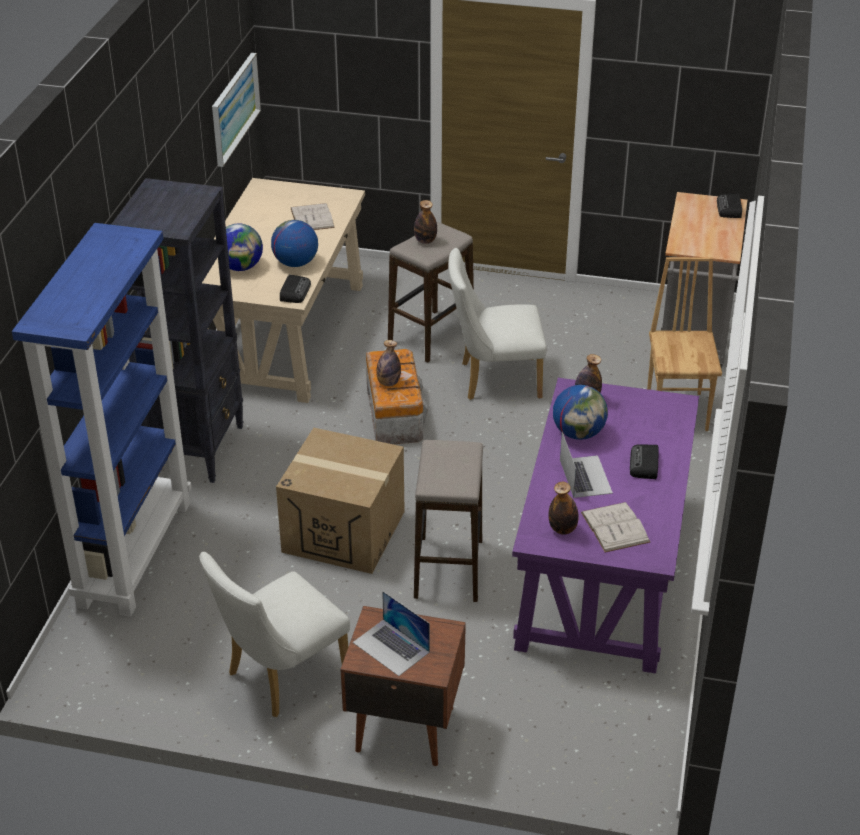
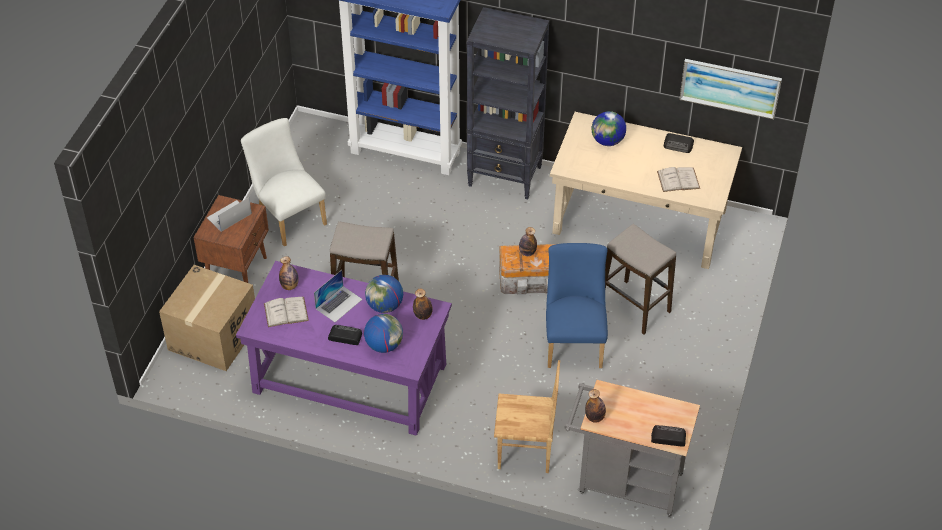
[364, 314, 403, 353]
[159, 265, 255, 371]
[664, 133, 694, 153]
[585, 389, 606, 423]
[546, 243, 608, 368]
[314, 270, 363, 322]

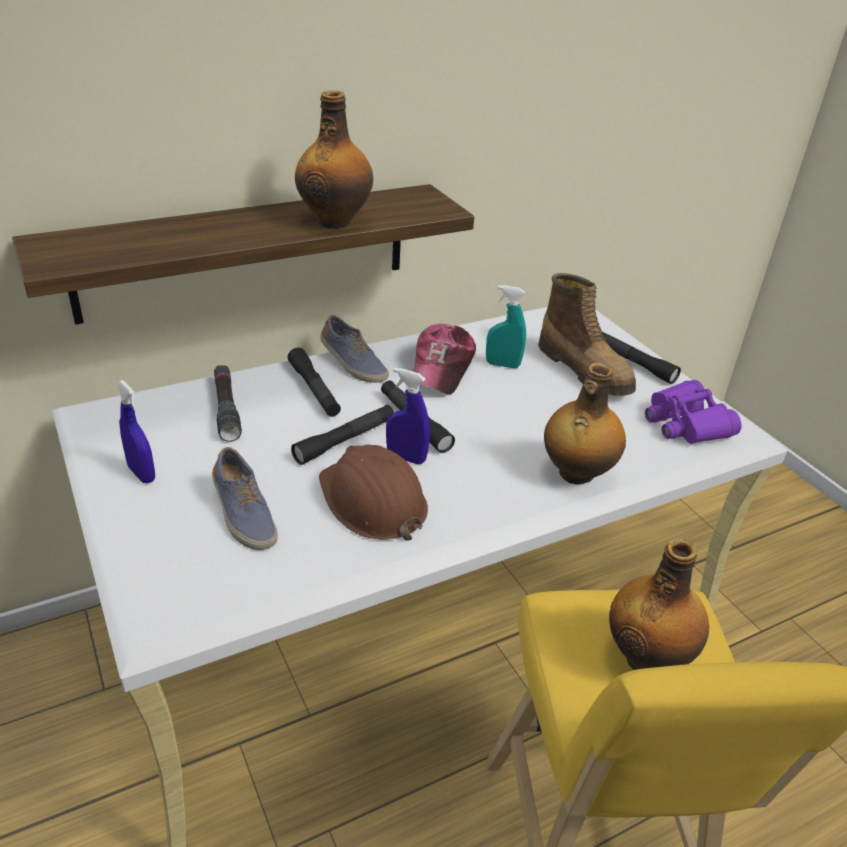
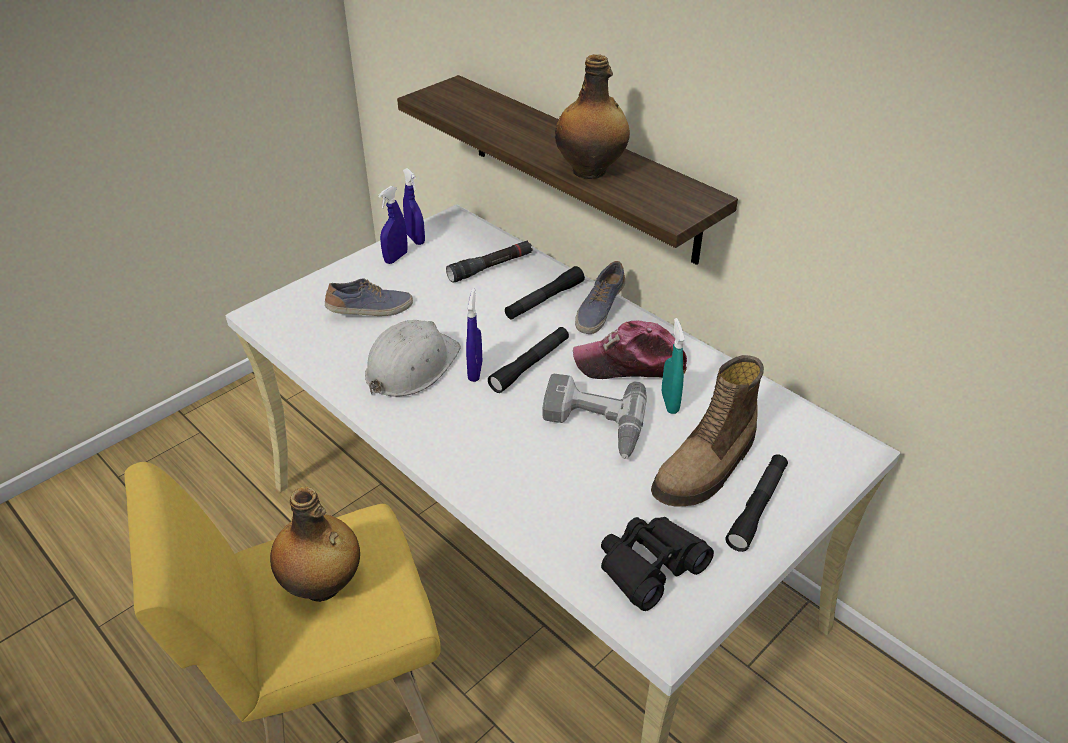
[291, 405, 394, 465] (first image)
[544, 363, 626, 484] (first image)
[403, 168, 425, 245]
[543, 374, 647, 459]
[365, 320, 461, 397]
[601, 517, 714, 611]
[325, 278, 413, 316]

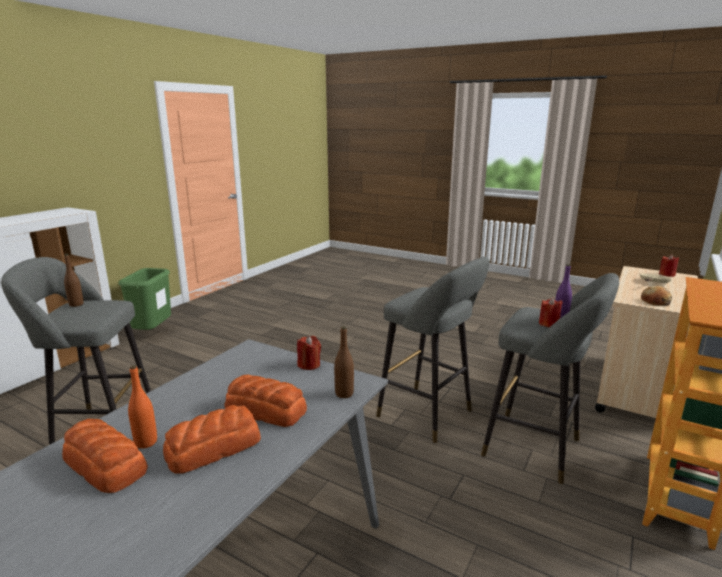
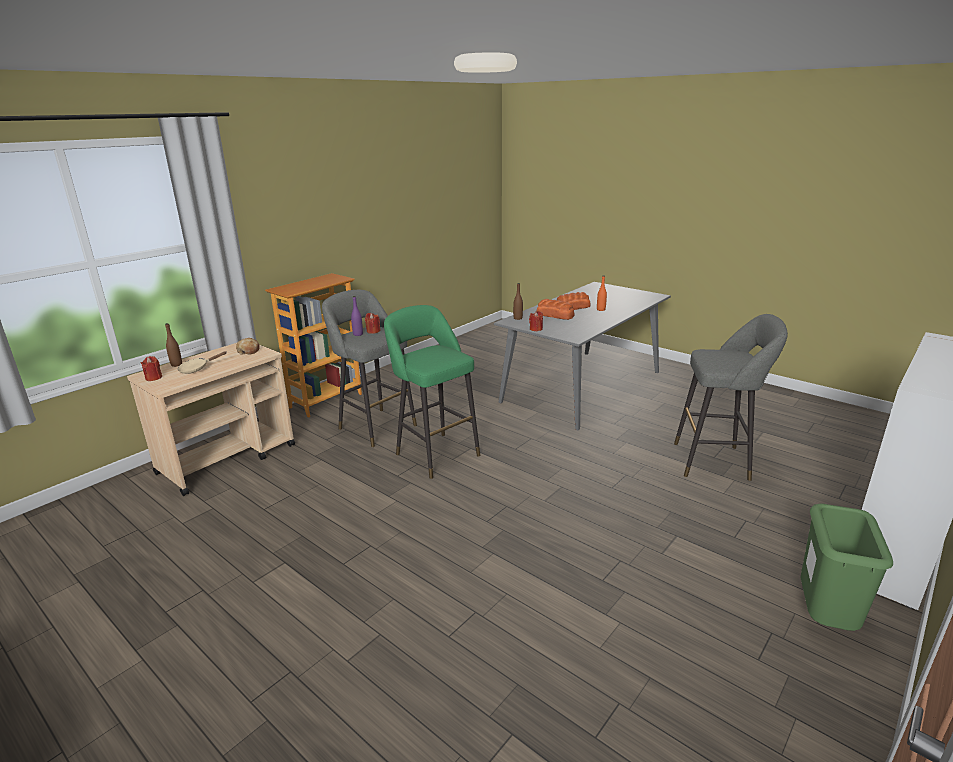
[62, 419, 148, 493] (first image)
[165, 323, 182, 367]
[384, 305, 481, 479]

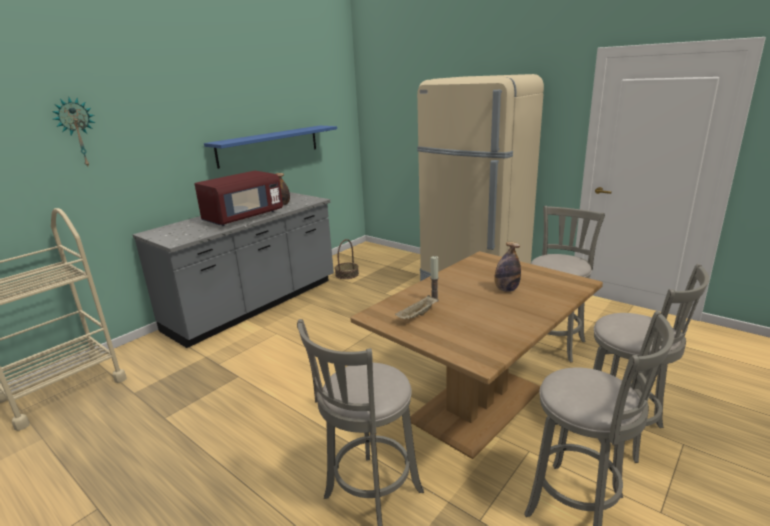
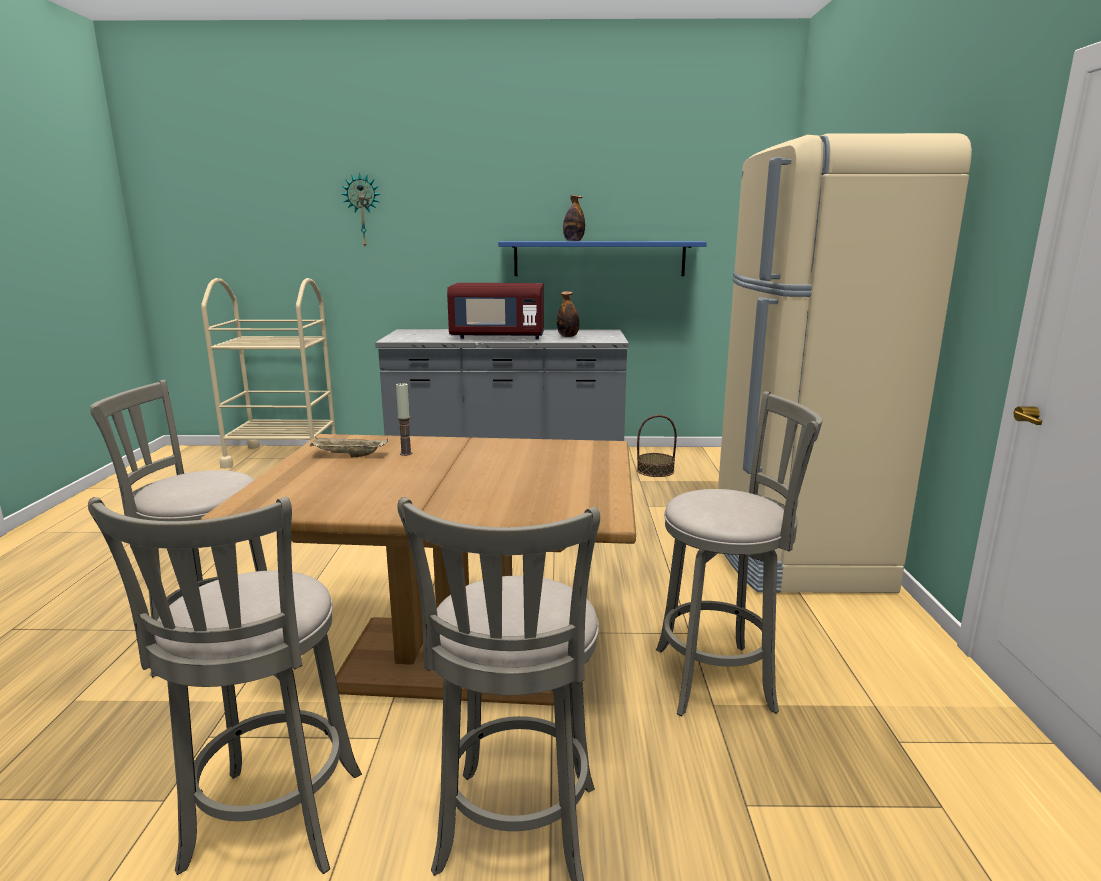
[563, 195, 585, 241]

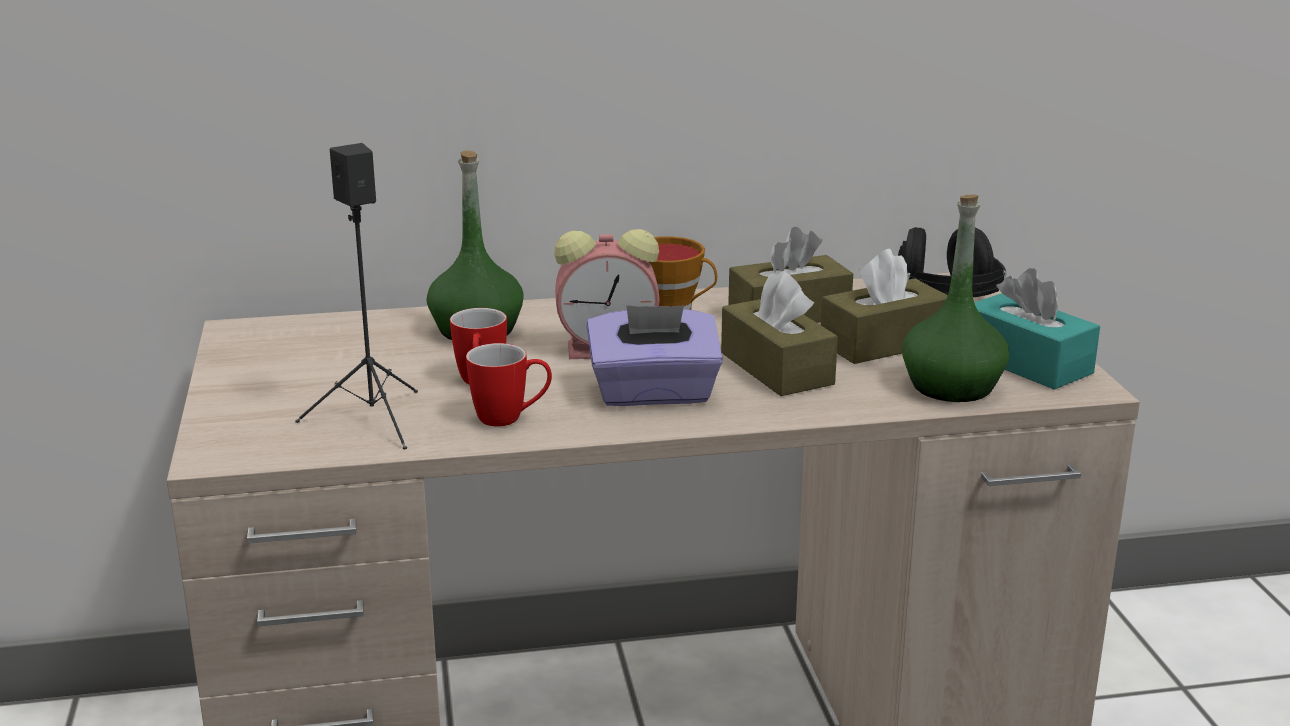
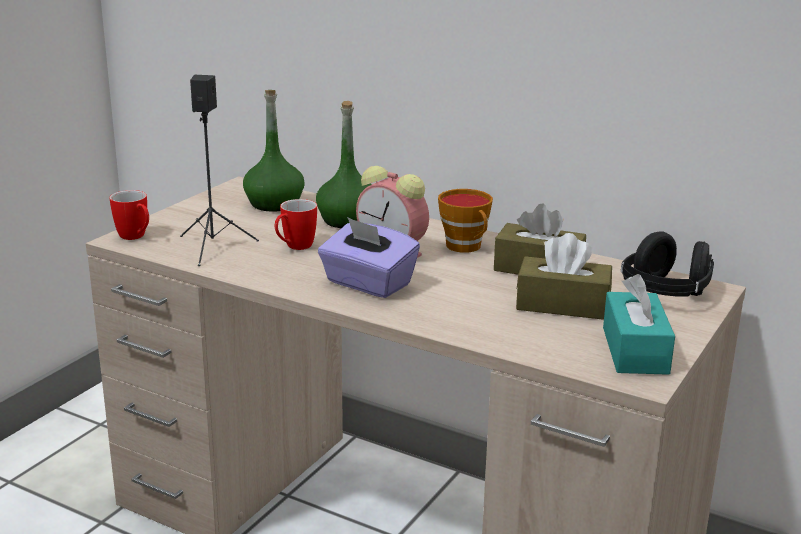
[721, 272, 838, 396] (first image)
[109, 190, 149, 240]
[243, 90, 305, 212]

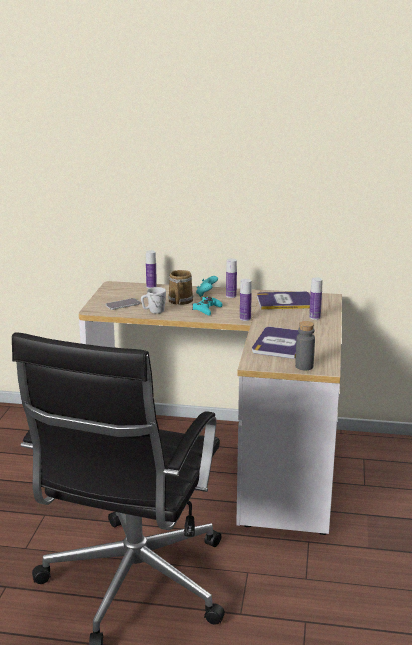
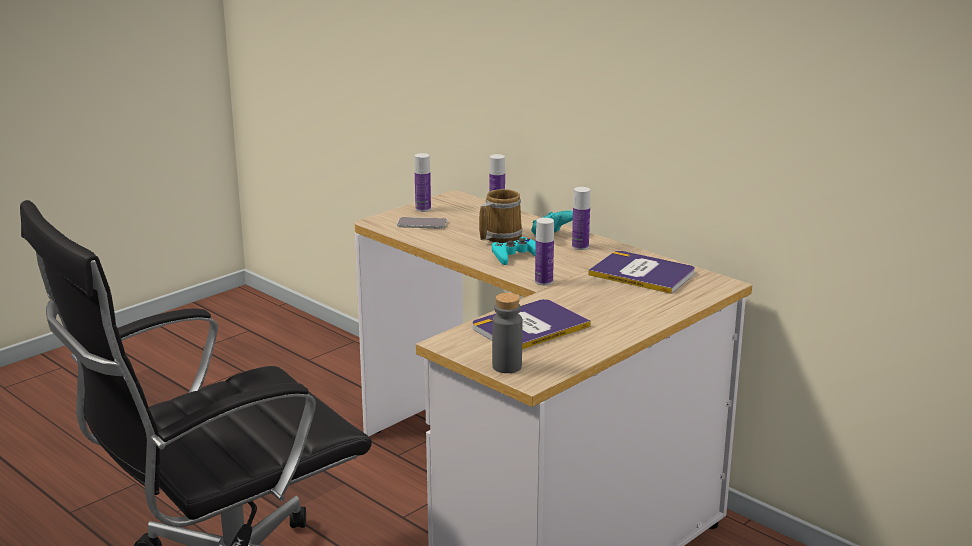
[141, 287, 166, 314] (first image)
[415, 153, 431, 212]

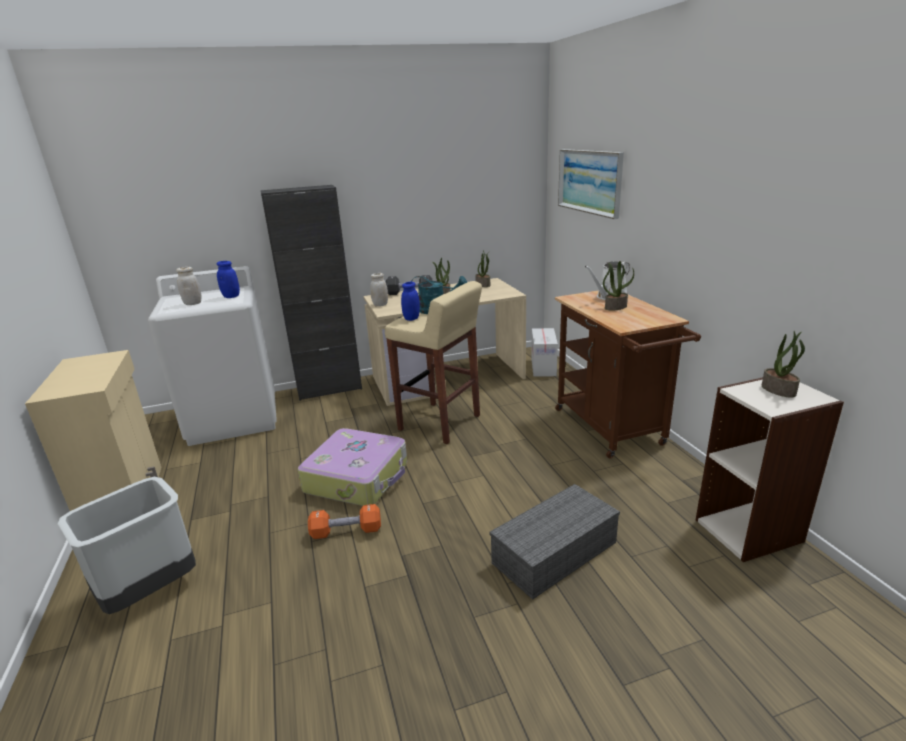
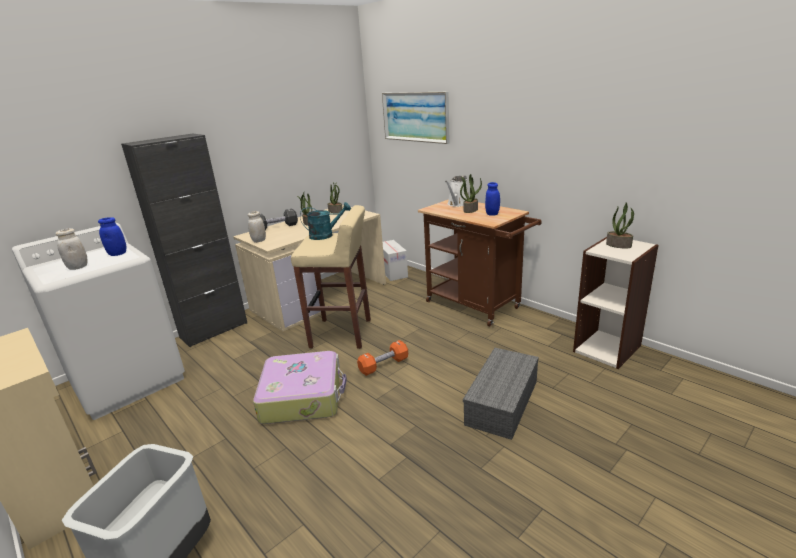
[357, 340, 408, 376]
[485, 182, 500, 216]

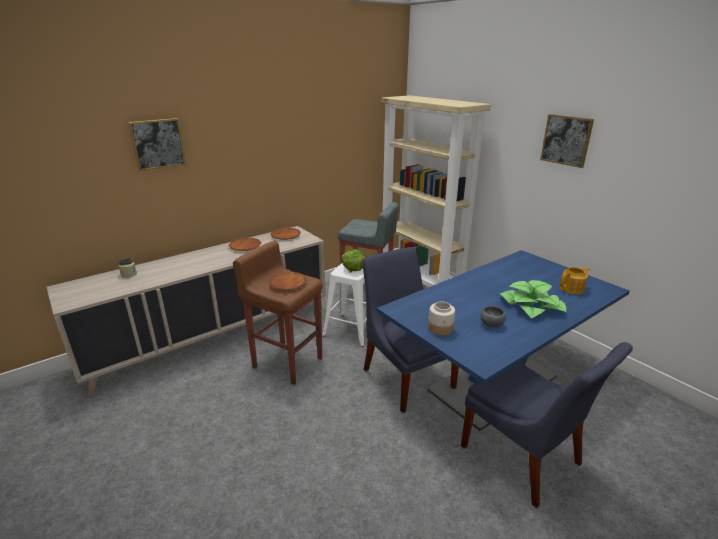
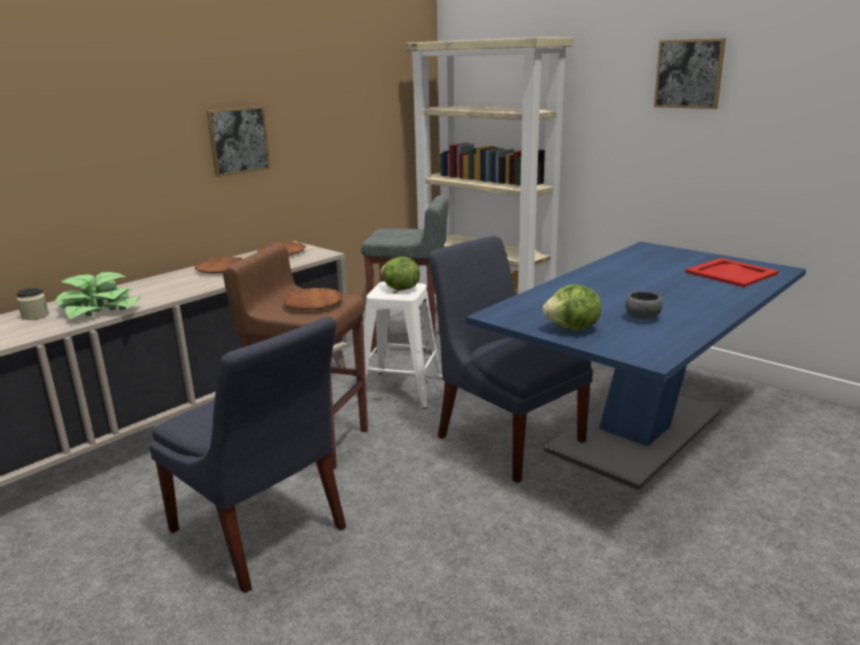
[206, 106, 271, 177]
[149, 317, 346, 593]
[55, 272, 140, 320]
[543, 285, 601, 331]
[685, 258, 779, 287]

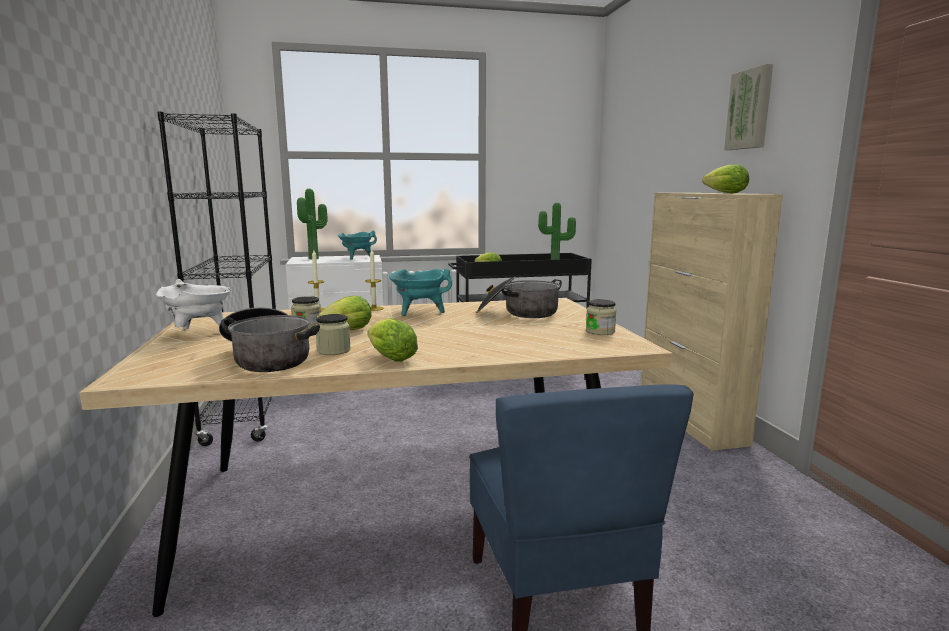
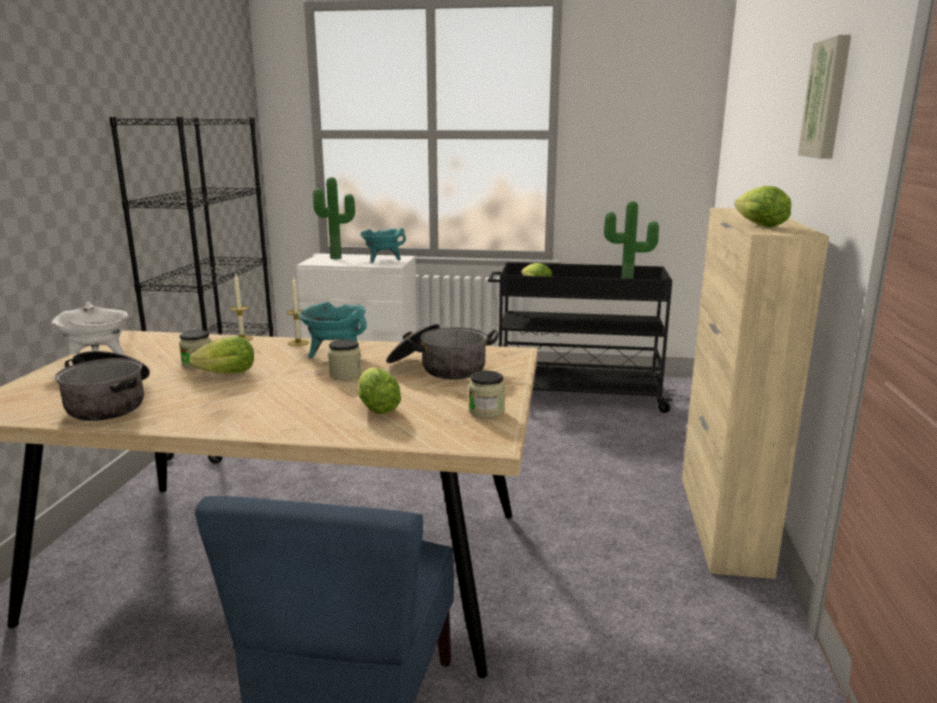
[328, 339, 361, 380]
[358, 367, 401, 414]

